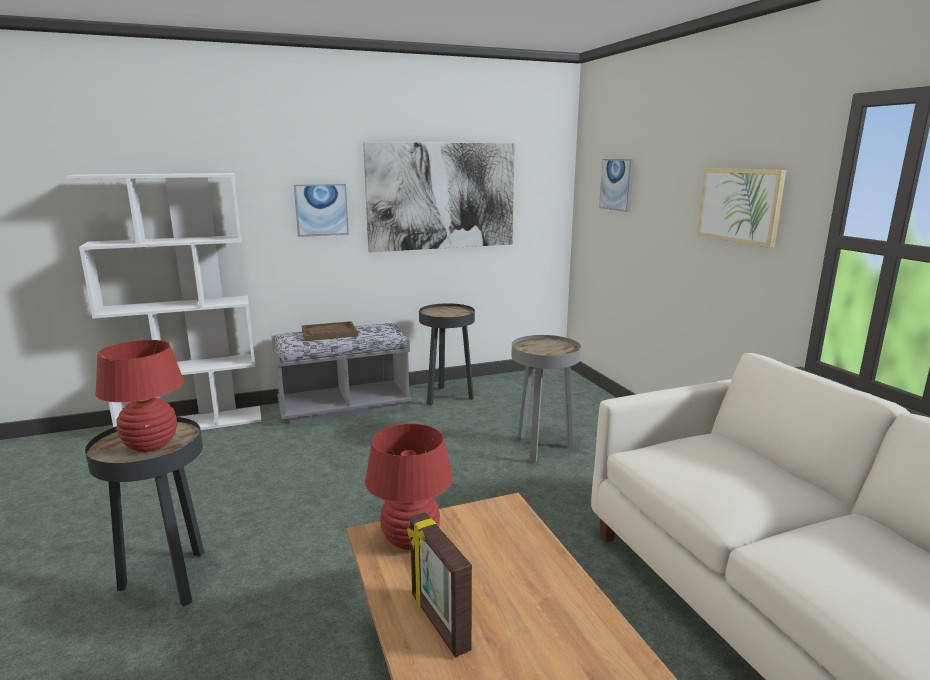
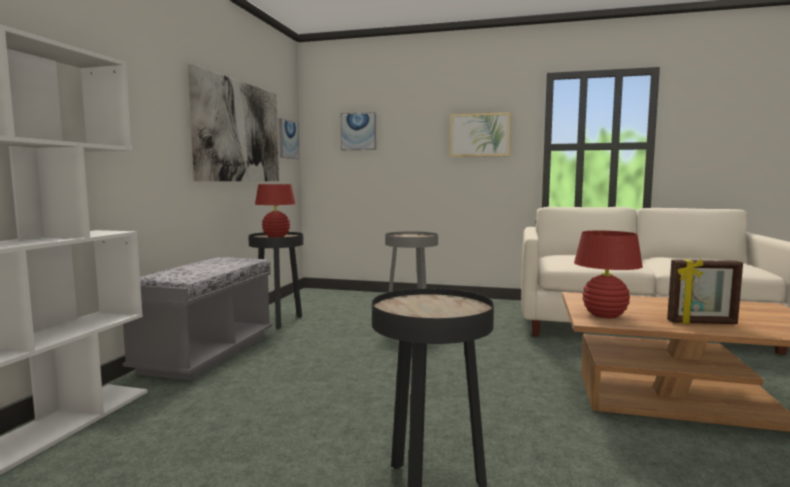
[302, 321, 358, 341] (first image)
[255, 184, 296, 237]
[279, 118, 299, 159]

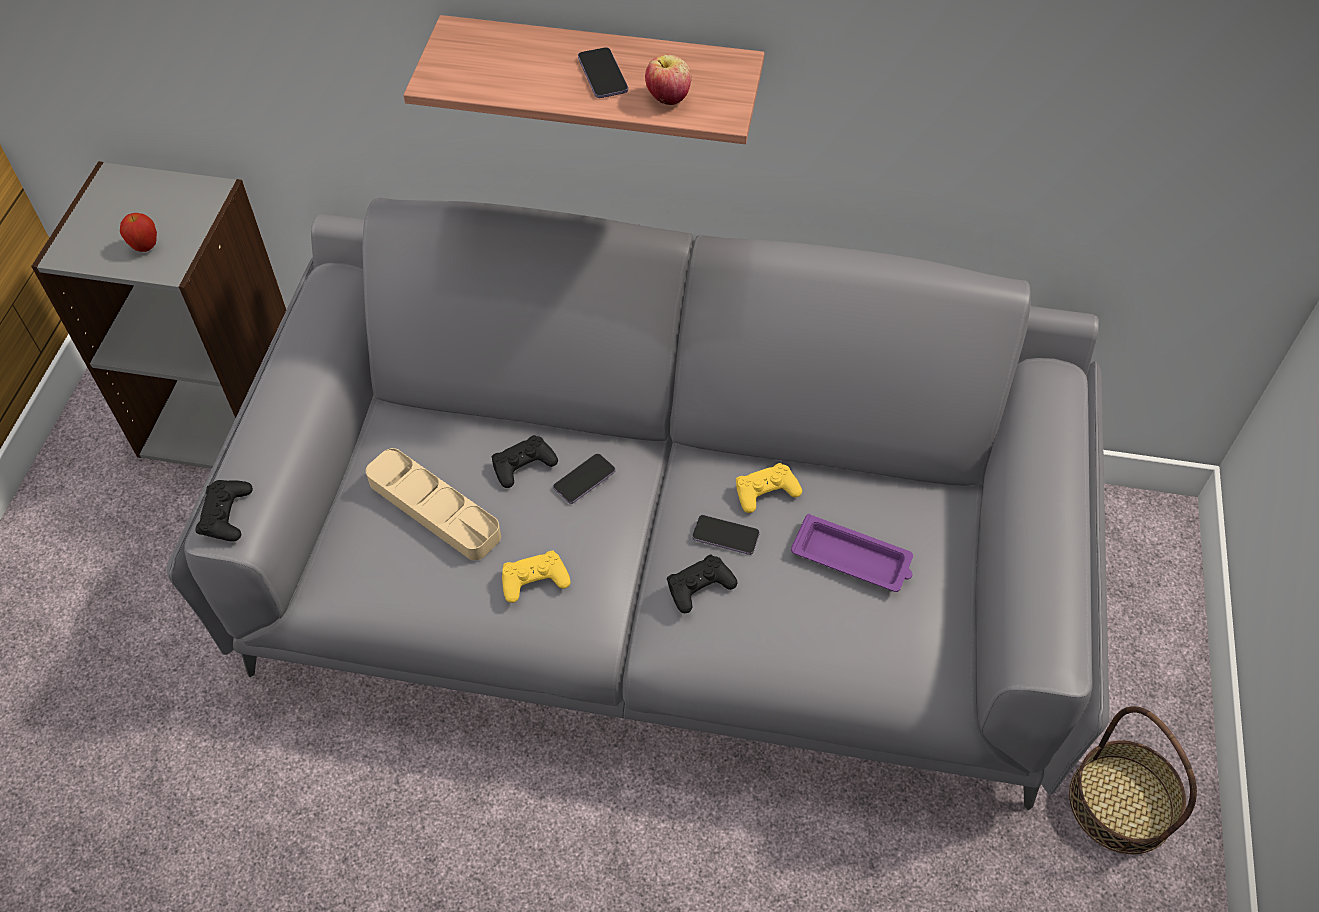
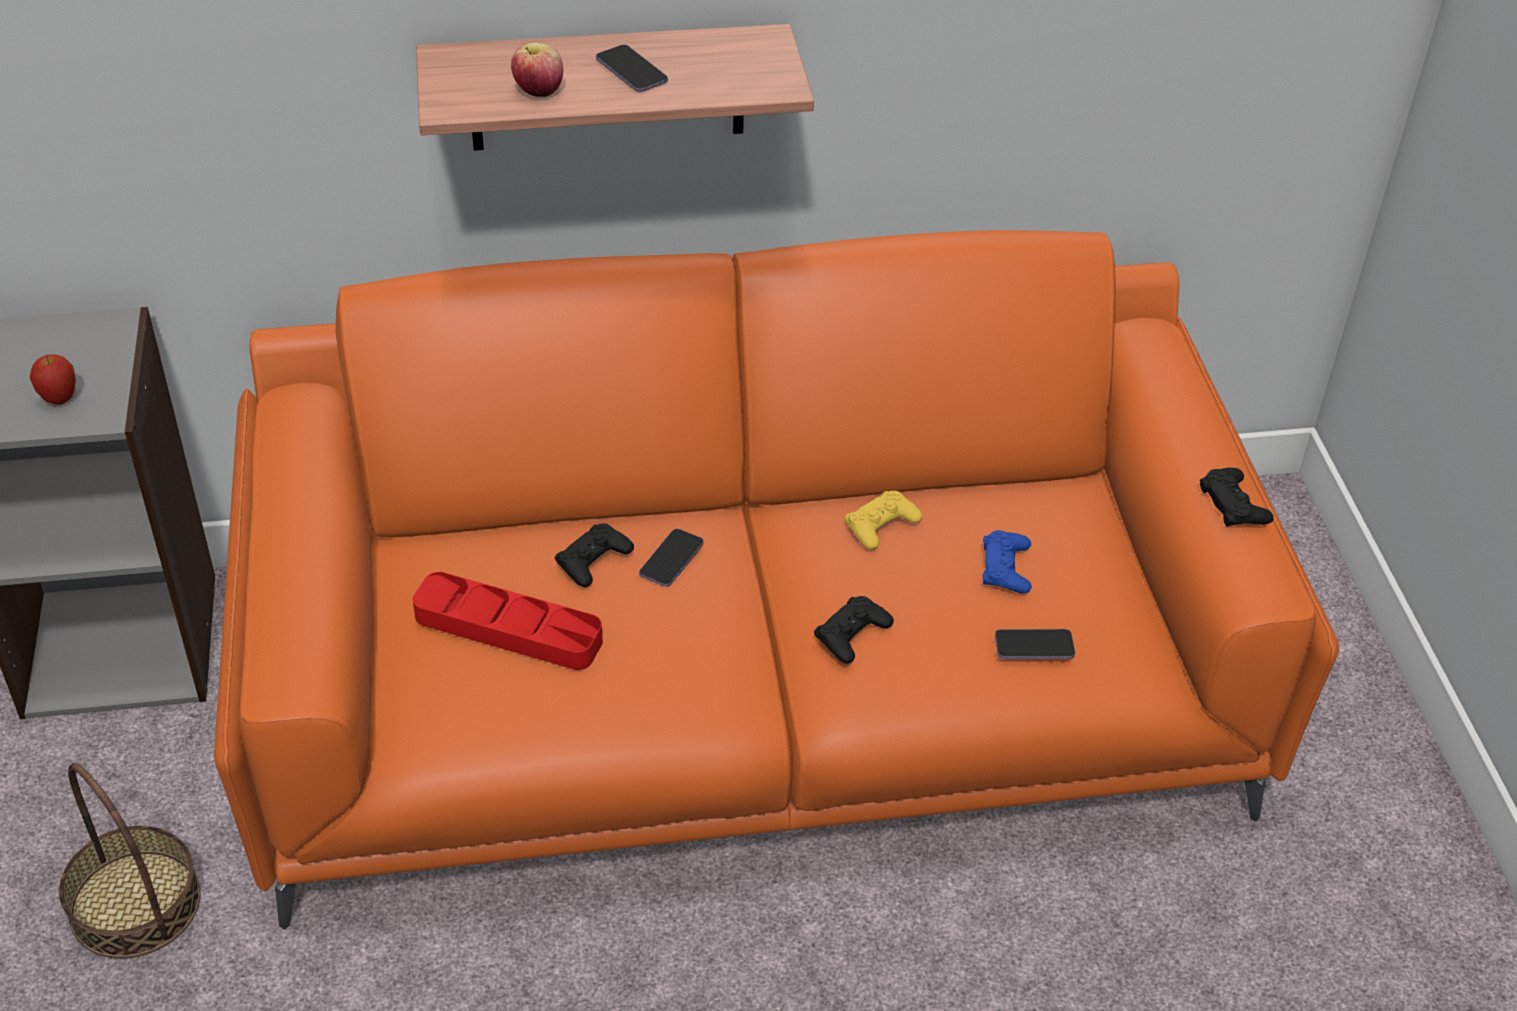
[502, 551, 571, 603] (first image)
[1200, 468, 1274, 526]
[511, 42, 563, 97]
[995, 629, 1075, 659]
[59, 763, 201, 959]
[982, 530, 1032, 593]
[214, 230, 1339, 930]
[413, 572, 603, 670]

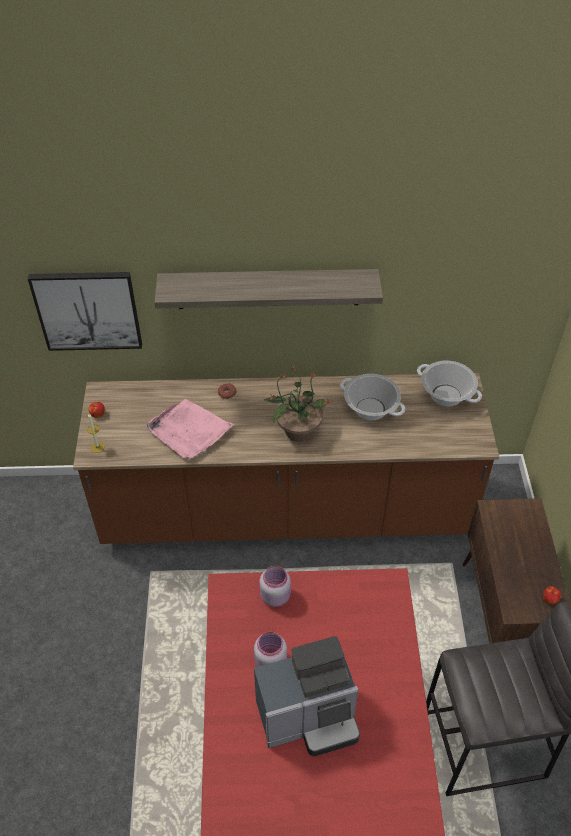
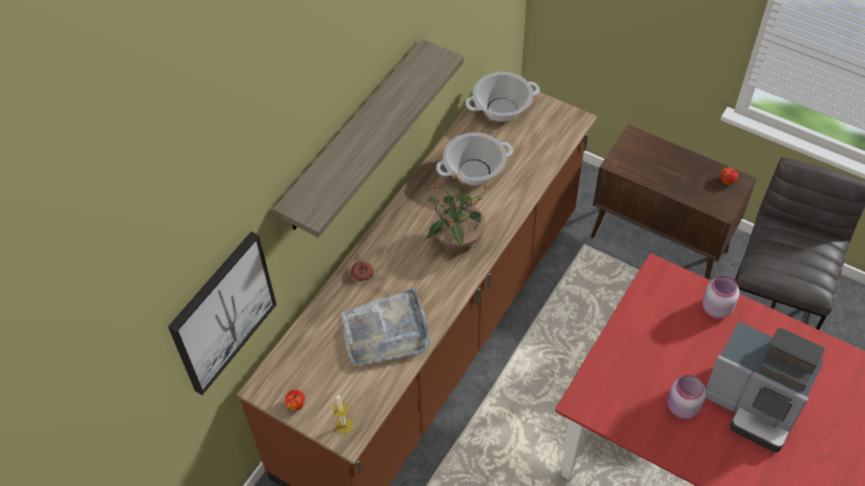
[702, 276, 740, 318]
[341, 287, 430, 365]
[705, 321, 825, 453]

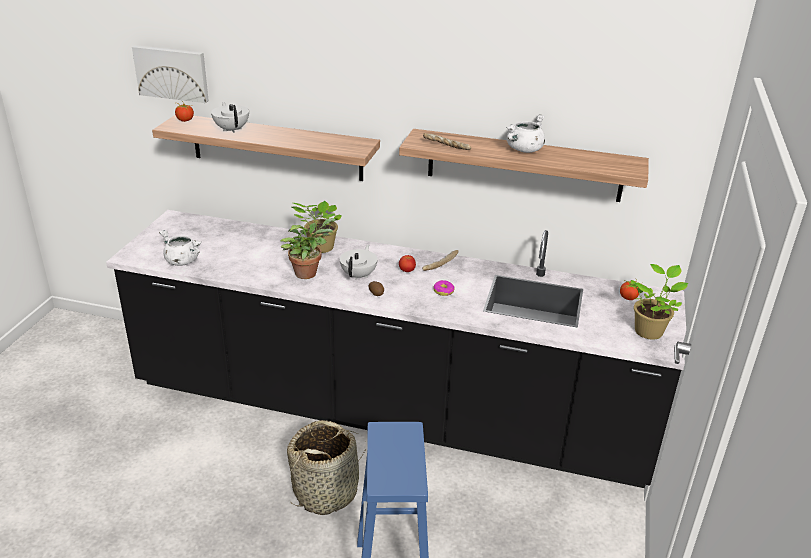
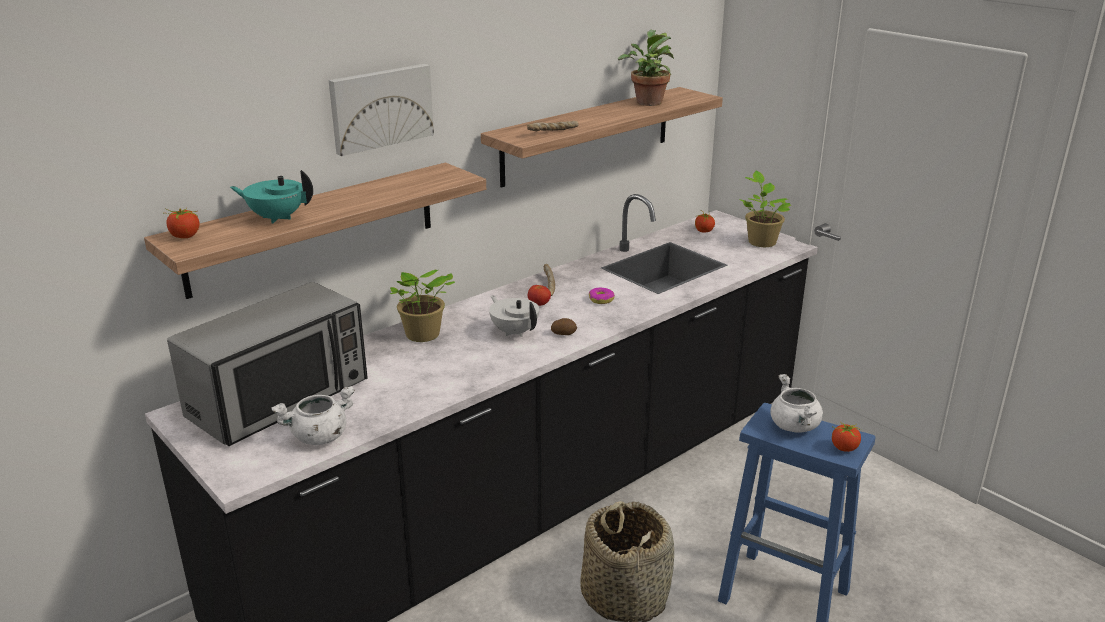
[167, 282, 368, 446]
[832, 423, 861, 452]
[329, 64, 434, 156]
[618, 30, 674, 106]
[770, 374, 823, 433]
[230, 170, 313, 223]

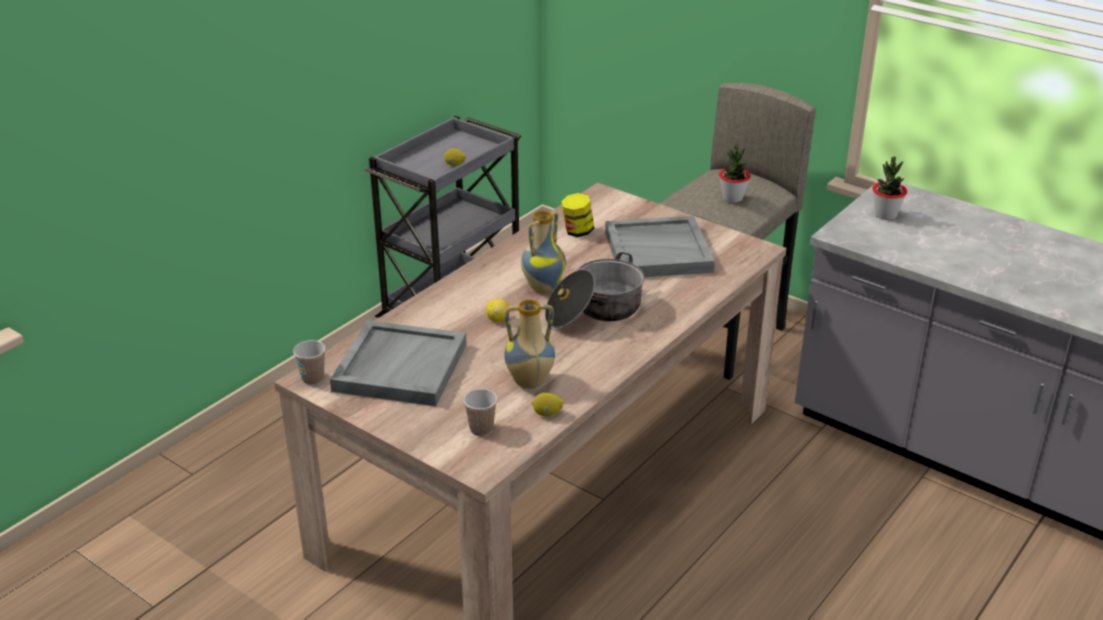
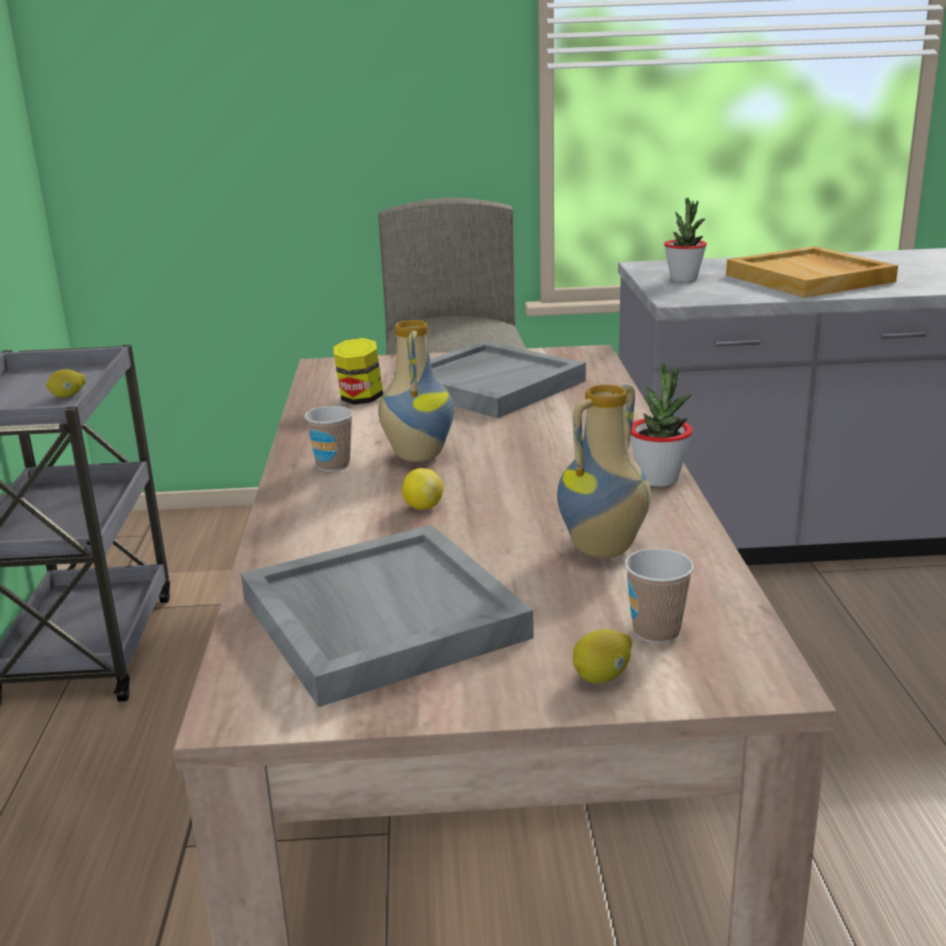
[545, 252, 644, 328] (first image)
[726, 246, 898, 298]
[305, 406, 353, 472]
[573, 629, 632, 684]
[630, 363, 693, 487]

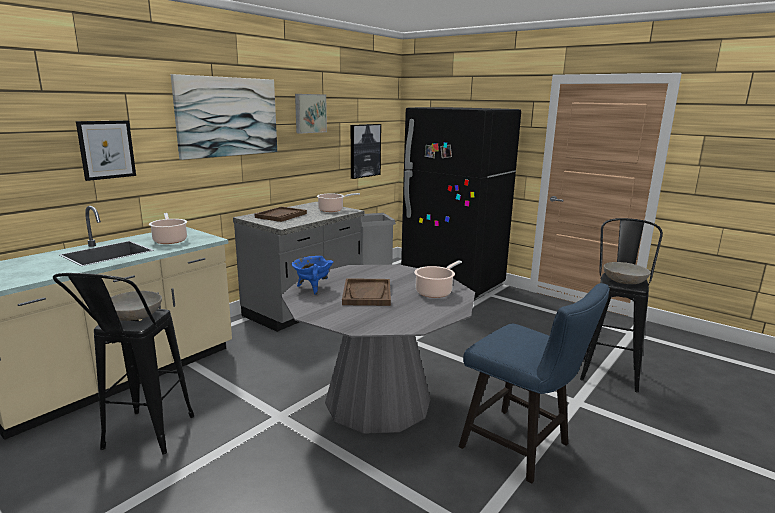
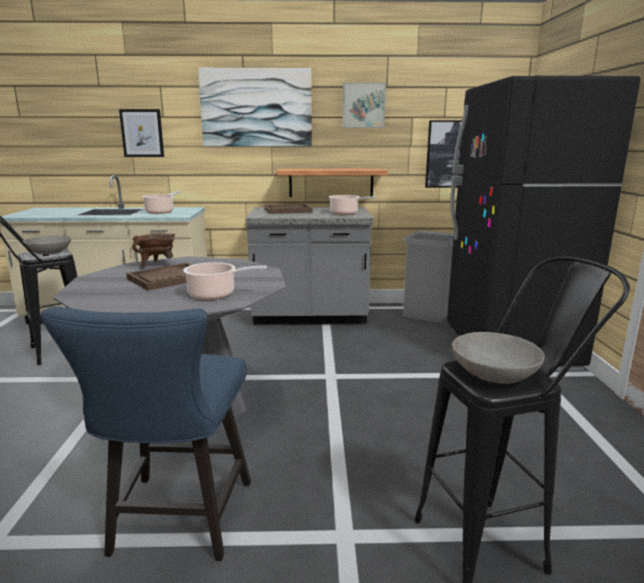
[277, 169, 388, 197]
[132, 234, 175, 269]

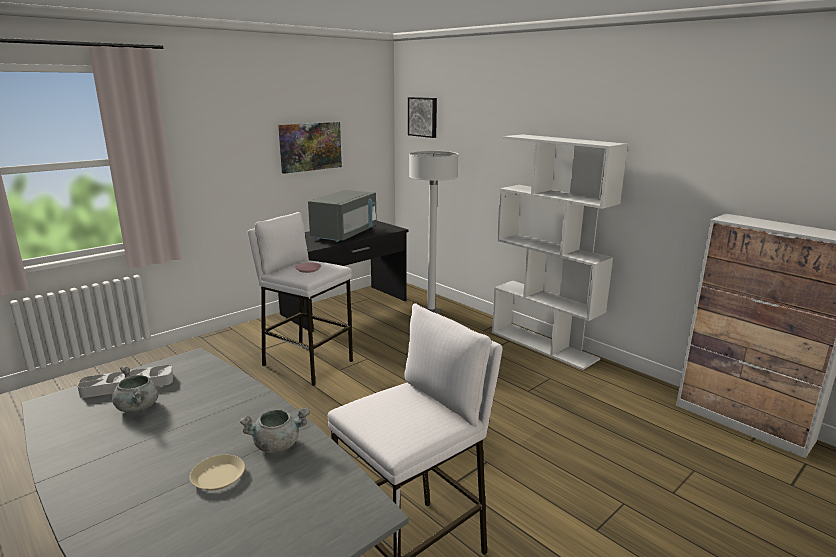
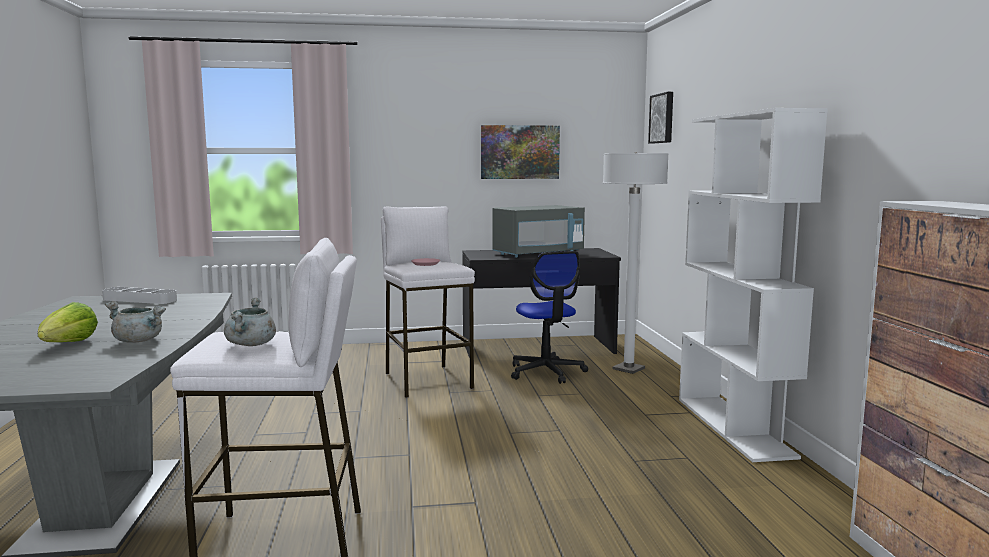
[511, 251, 588, 384]
[224, 298, 276, 346]
[38, 302, 98, 342]

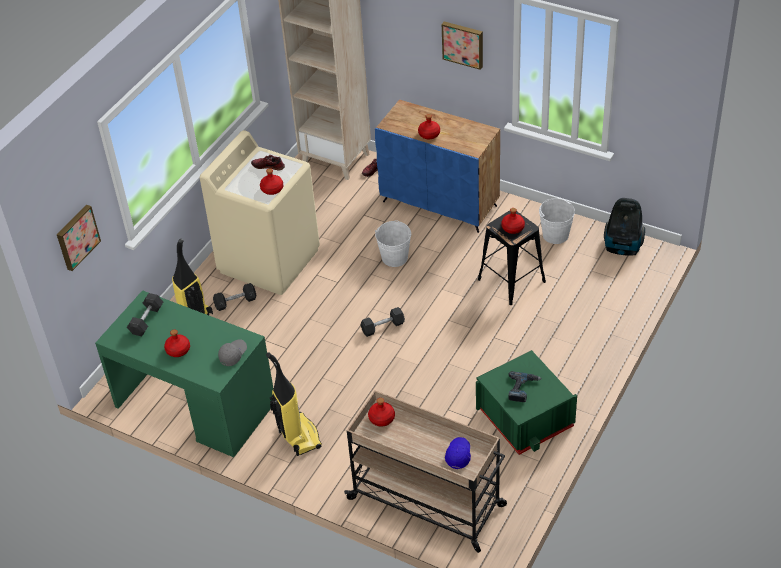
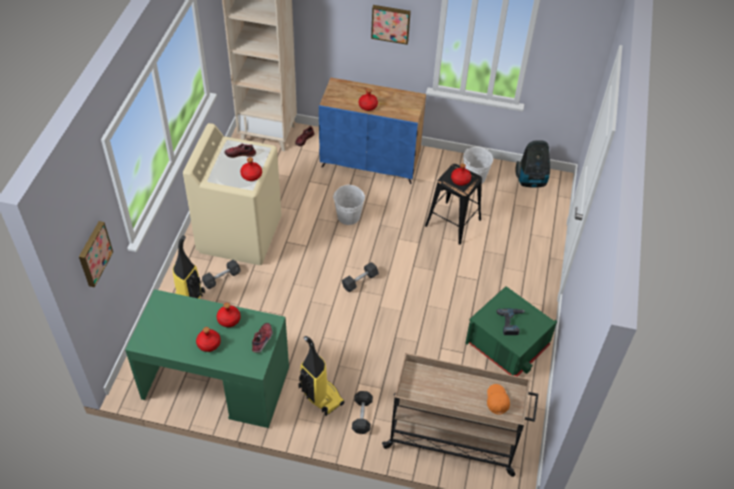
[352, 391, 373, 434]
[217, 303, 241, 327]
[252, 323, 273, 353]
[487, 384, 510, 415]

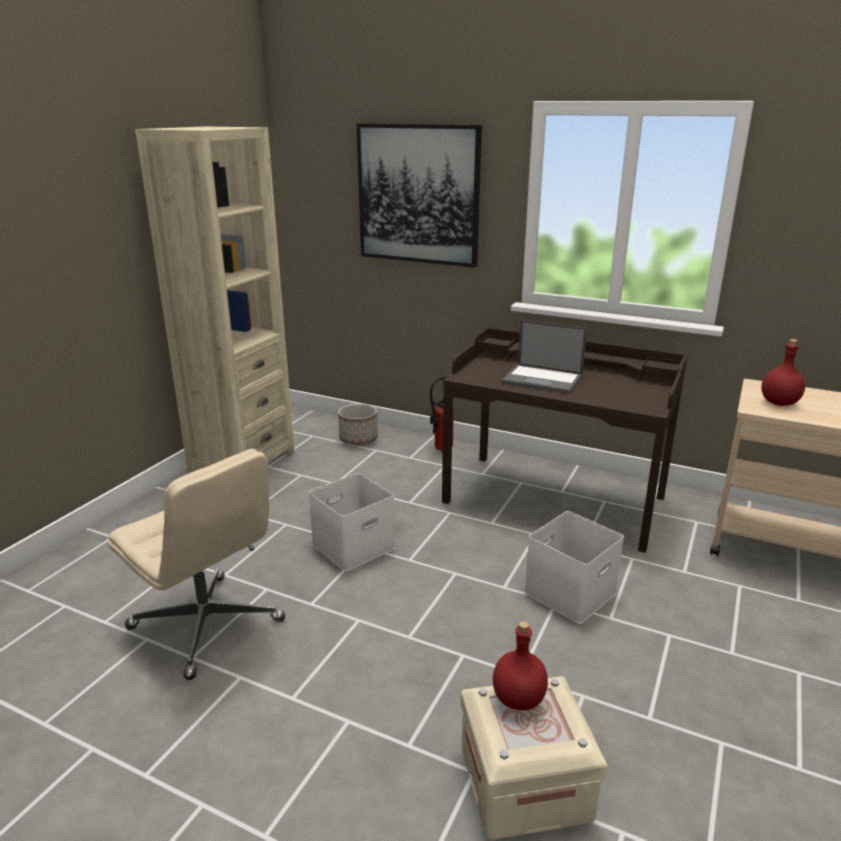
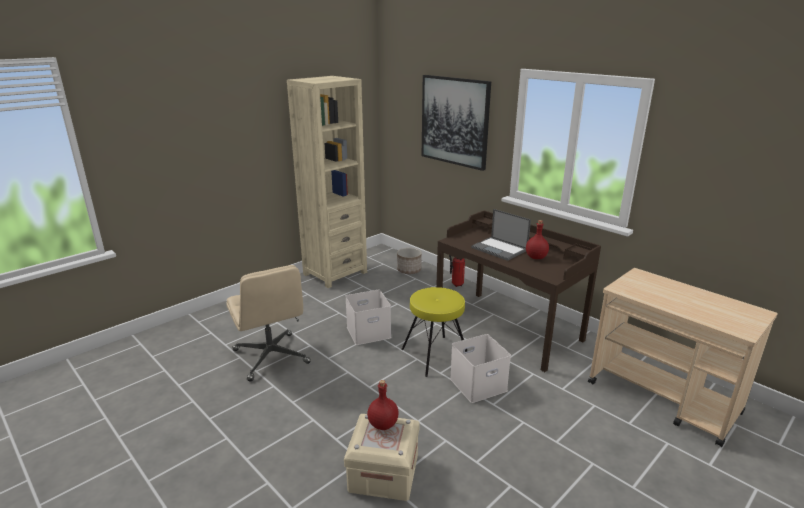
[401, 287, 467, 377]
[526, 220, 549, 259]

